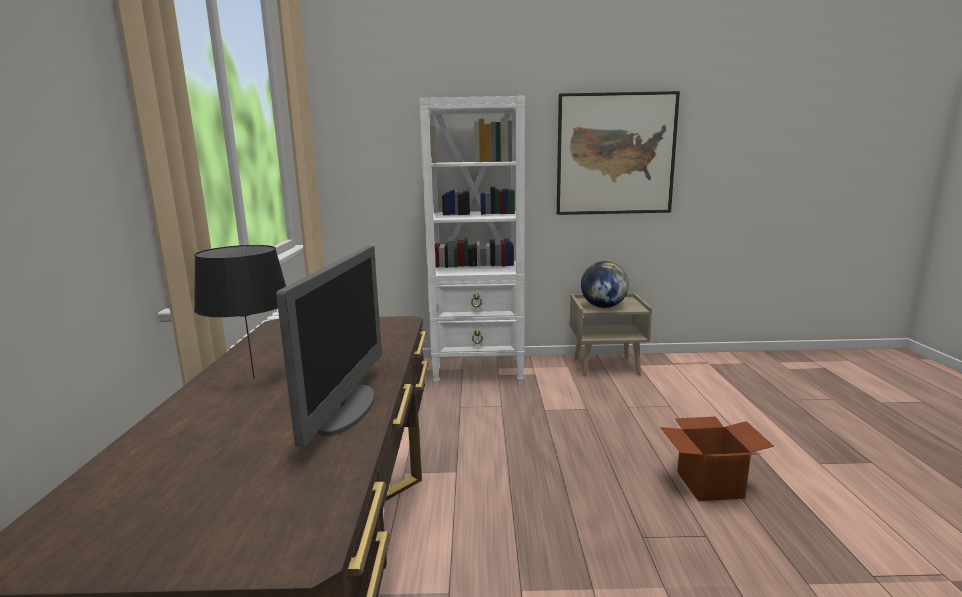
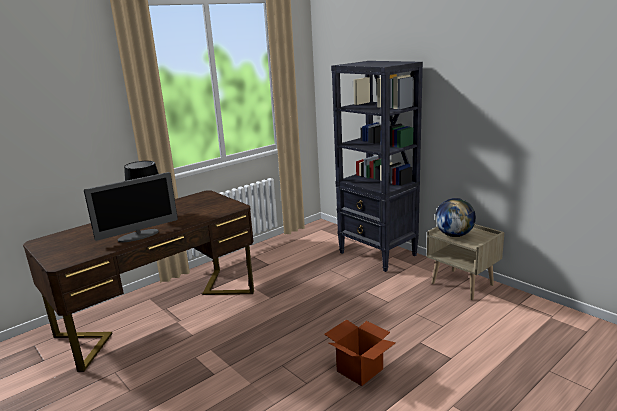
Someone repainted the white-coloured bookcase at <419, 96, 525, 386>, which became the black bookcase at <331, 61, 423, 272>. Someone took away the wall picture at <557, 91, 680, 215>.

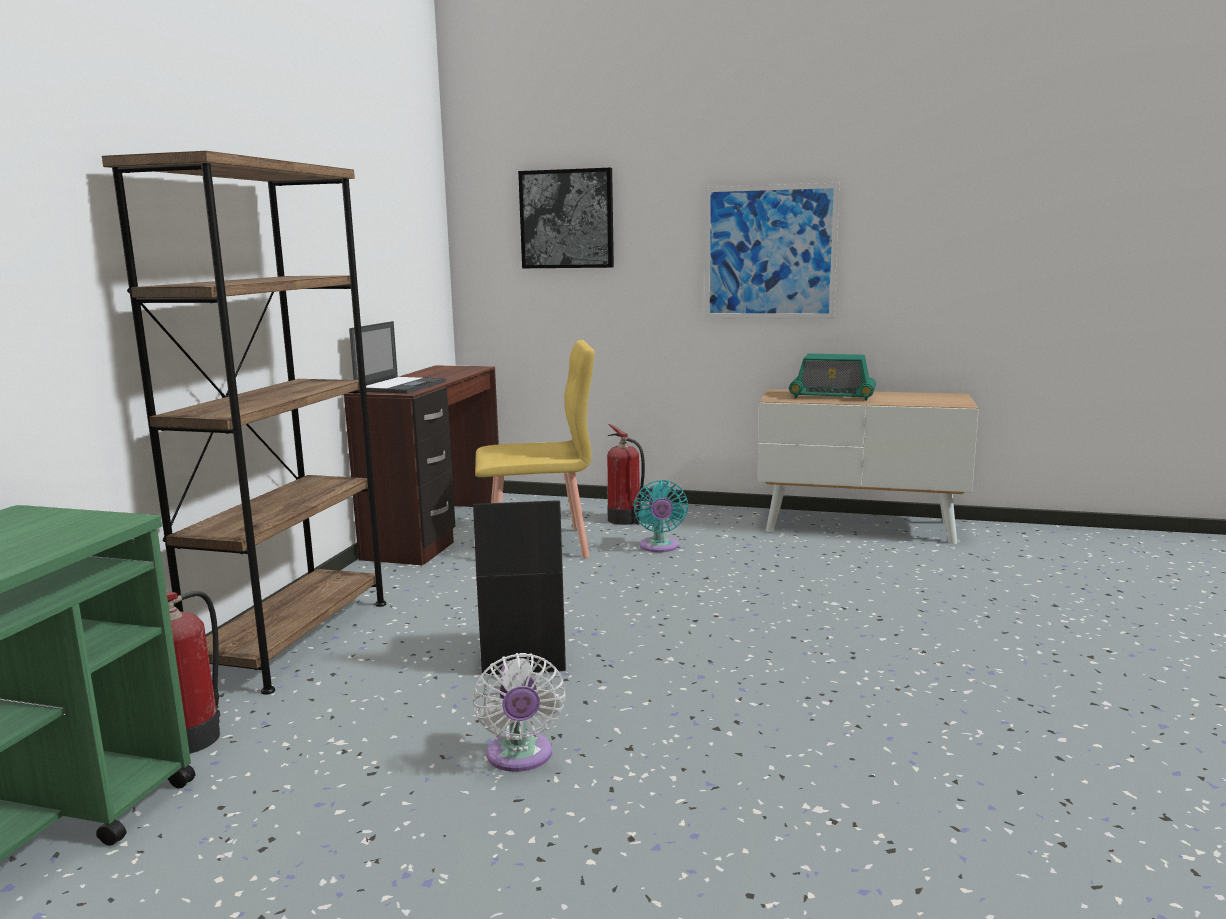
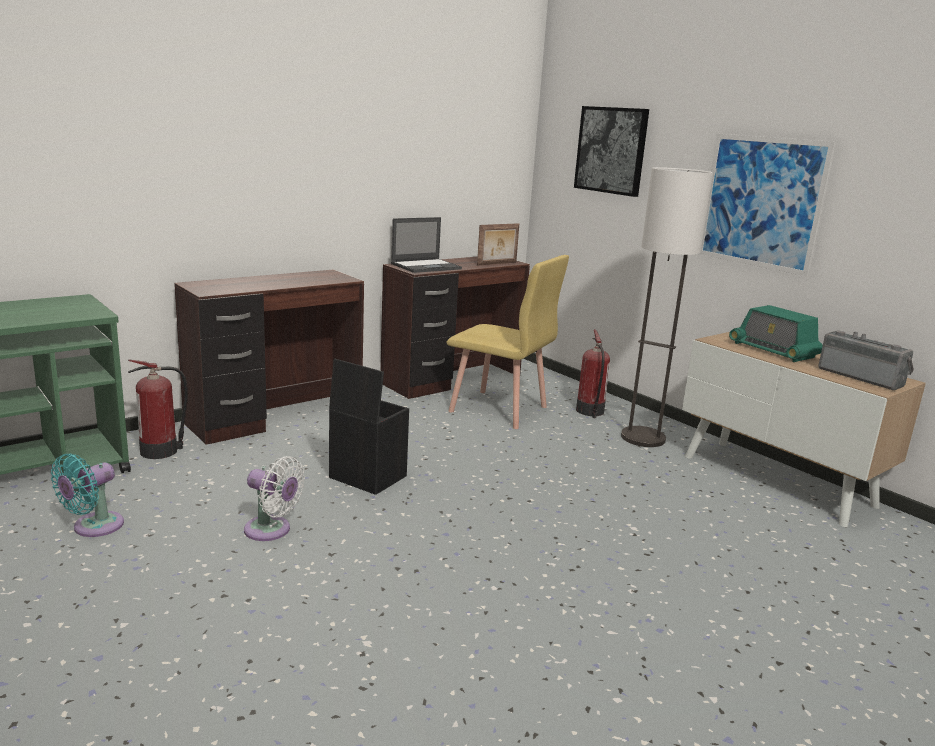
Someone carried the blue-green cooling fan from <634, 480, 688, 552> to <51, 454, 124, 537>. Someone swapped the brown-coloured bookcase at <102, 151, 386, 695> for the brown-coloured desk at <174, 270, 364, 445>. Someone rotated the white-coloured cooling fan at <472, 653, 566, 772> by 90 degrees counterclockwise. Someone put down the picture frame at <477, 223, 519, 266>. Someone put down the floor lamp at <621, 167, 713, 447>. Someone put down the radio set at <818, 331, 914, 390>.

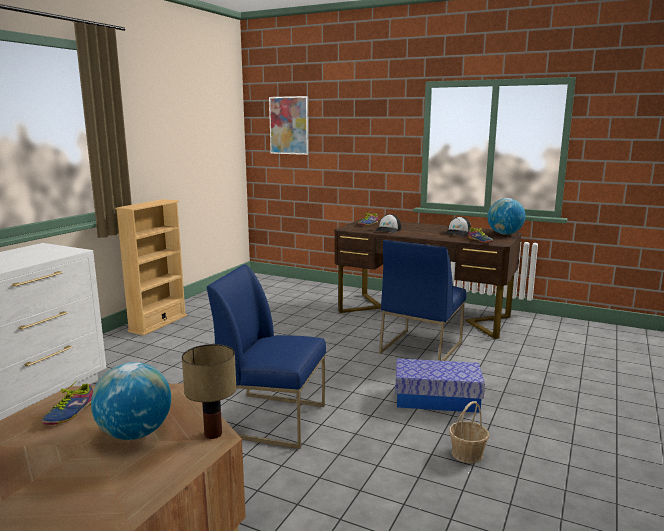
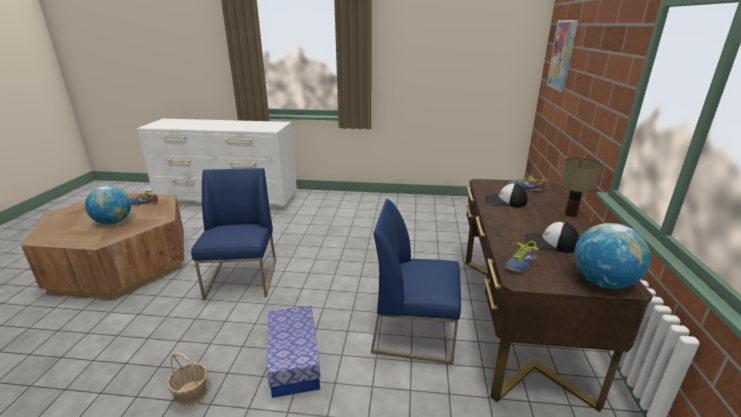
Someone carried the table lamp from <182, 344, 236, 439> to <560, 158, 602, 217>. Someone took away the beige-coloured bookcase at <115, 199, 187, 336>.

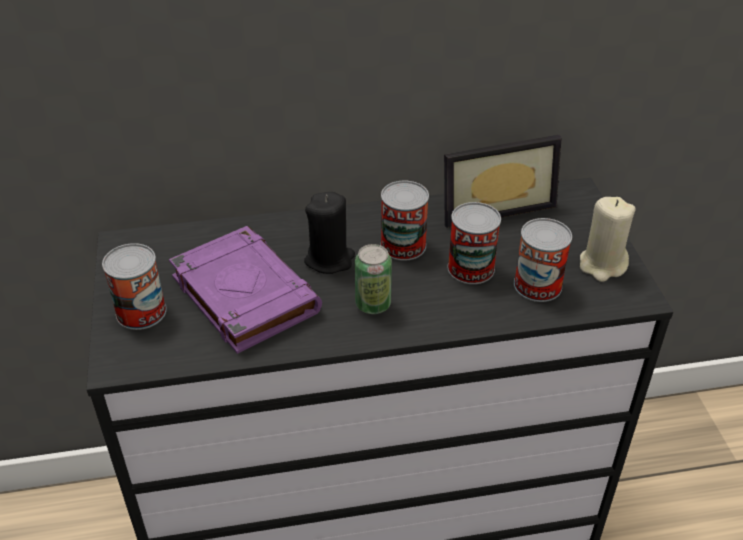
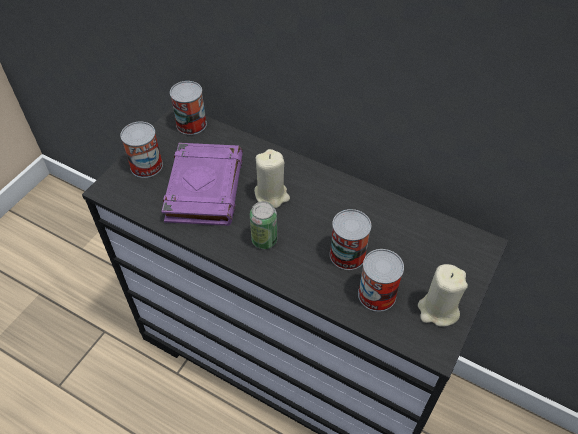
Someone carried the metal can from <381, 180, 429, 261> to <170, 81, 207, 135>. Someone repainted the black candle at <304, 192, 355, 274>, which became the beige-coloured candle at <254, 149, 290, 208>. Someone took away the picture frame at <444, 135, 562, 228>.

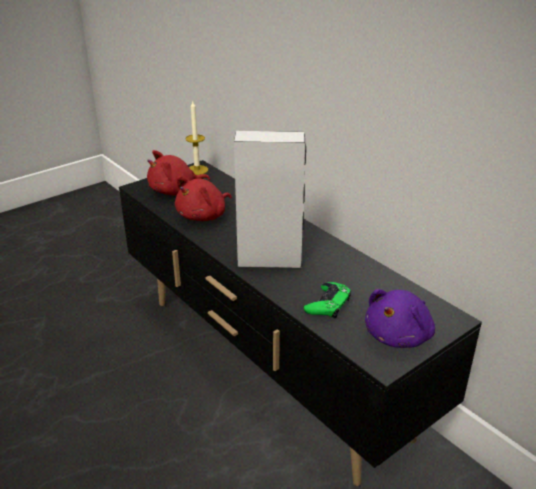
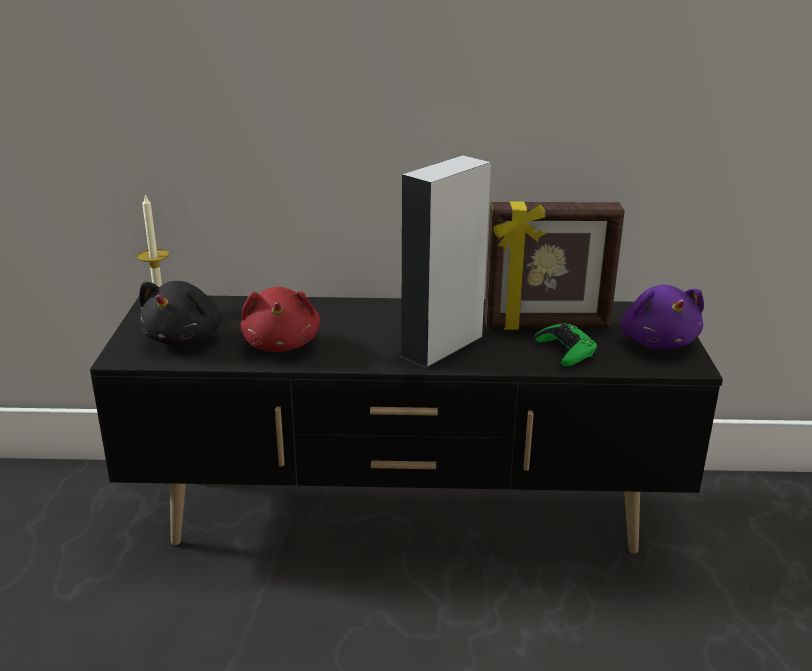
Someone repainted the red-coloured cuddly toy at <147, 150, 210, 195>, which became the black cuddly toy at <139, 281, 221, 345>. Someone put down the picture frame at <484, 202, 625, 330>.

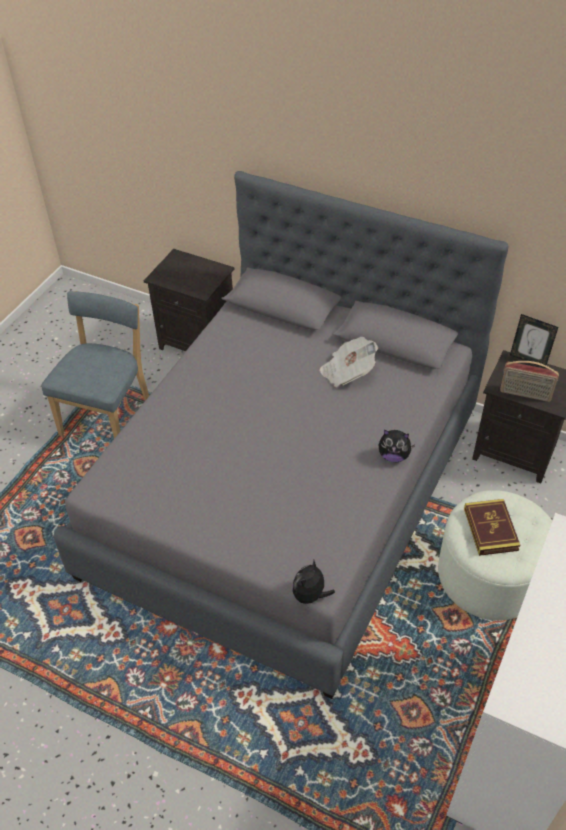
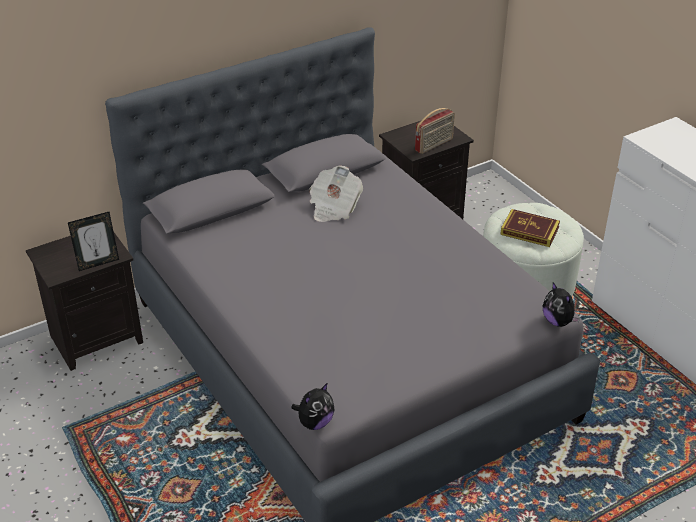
Someone carried the picture frame from <510, 314, 558, 368> to <68, 212, 119, 271>. Someone carried the cuddly toy from <379, 430, 415, 462> to <291, 383, 335, 430>. Someone took away the bluish upright chair at <41, 291, 149, 438>.

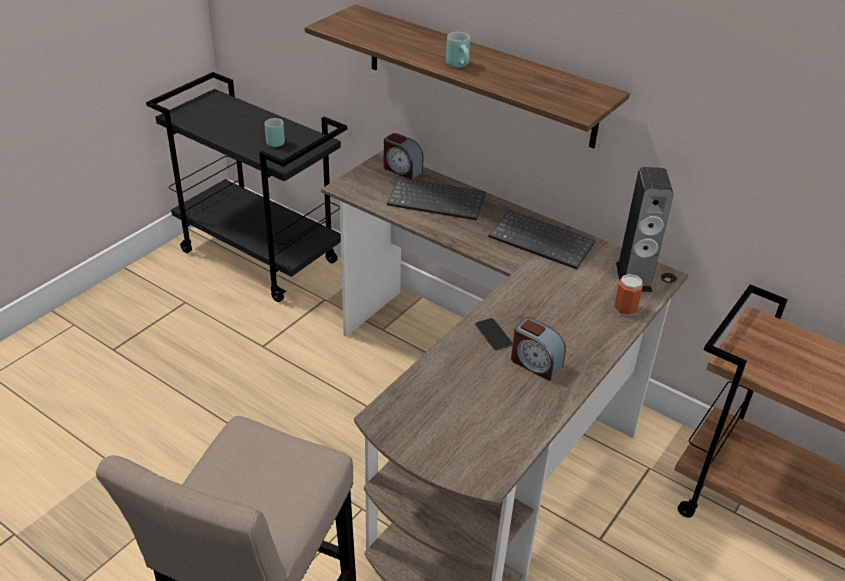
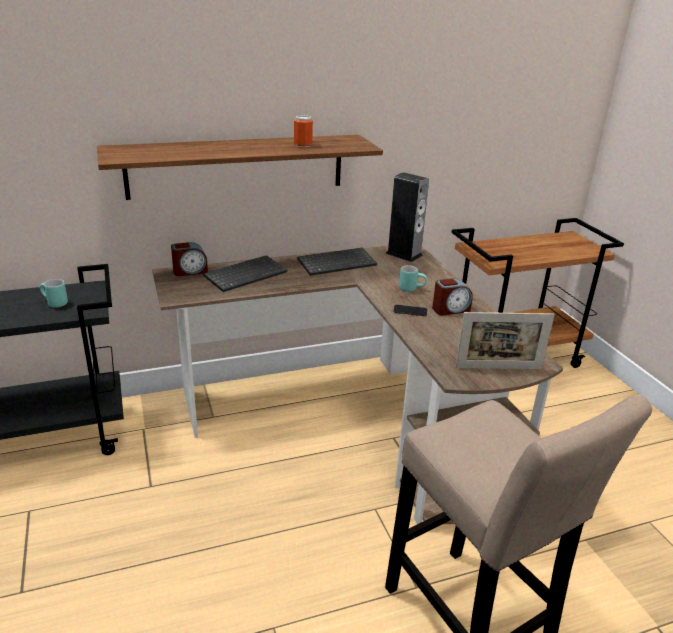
Someone carried the metal can from <614, 274, 643, 316> to <294, 116, 313, 147>. Someone carried the blue-green coffee mug from <446, 32, 470, 68> to <399, 265, 427, 292>. Someone put down the picture frame at <455, 312, 555, 369>.

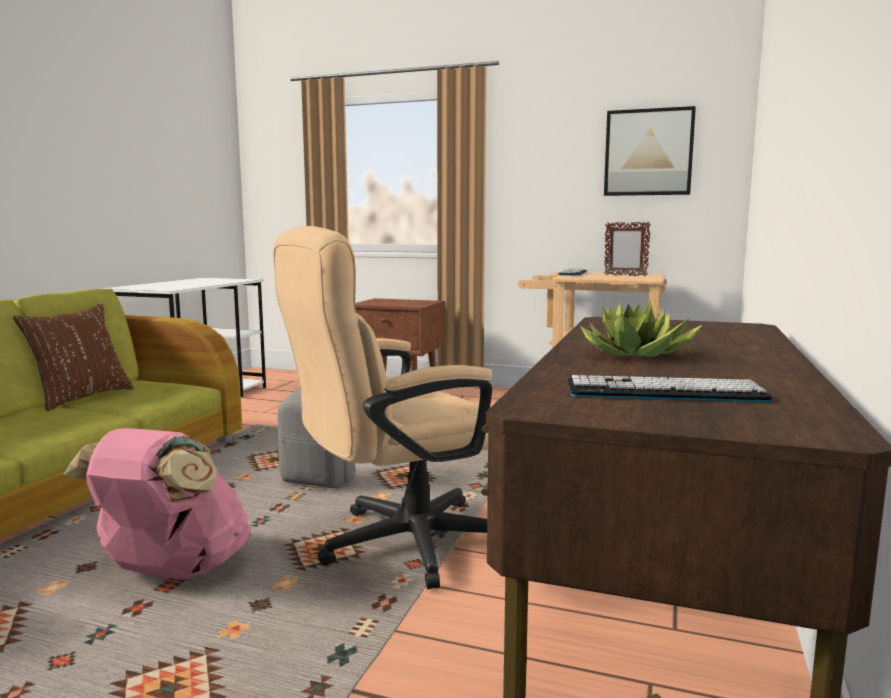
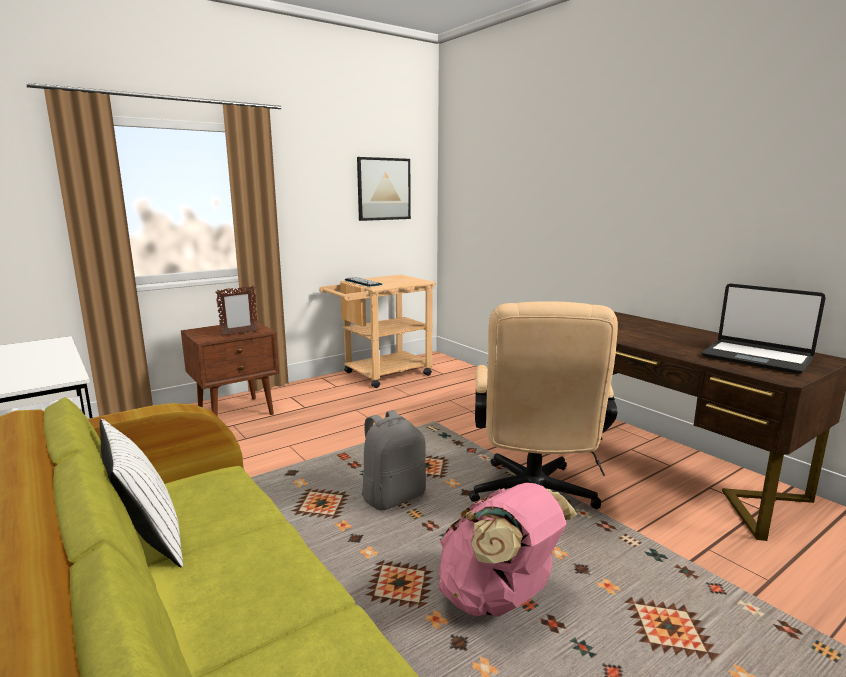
Someone repainted the brown-coloured pillow at <13, 304, 134, 411>, which became the white-coloured pillow at <100, 419, 183, 567>. Someone carried the picture frame from <604, 222, 651, 276> to <215, 286, 258, 336>. Someone swapped the computer keyboard at <567, 375, 773, 402> for the laptop at <701, 284, 826, 374>. Someone took away the houseplant at <580, 300, 702, 357>.

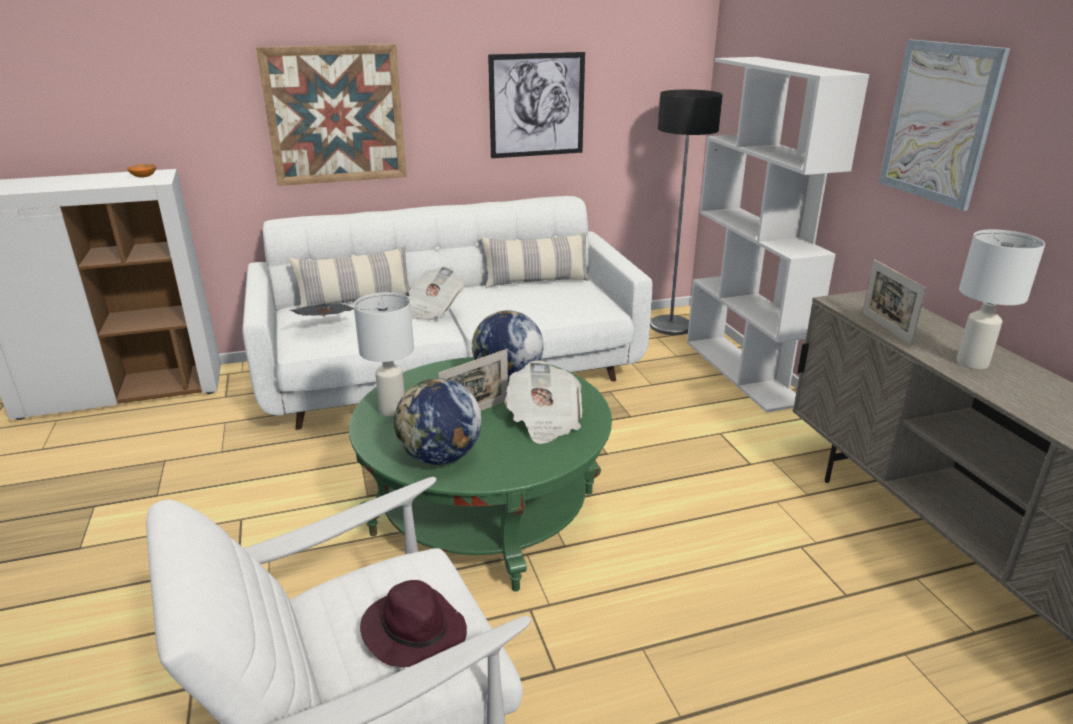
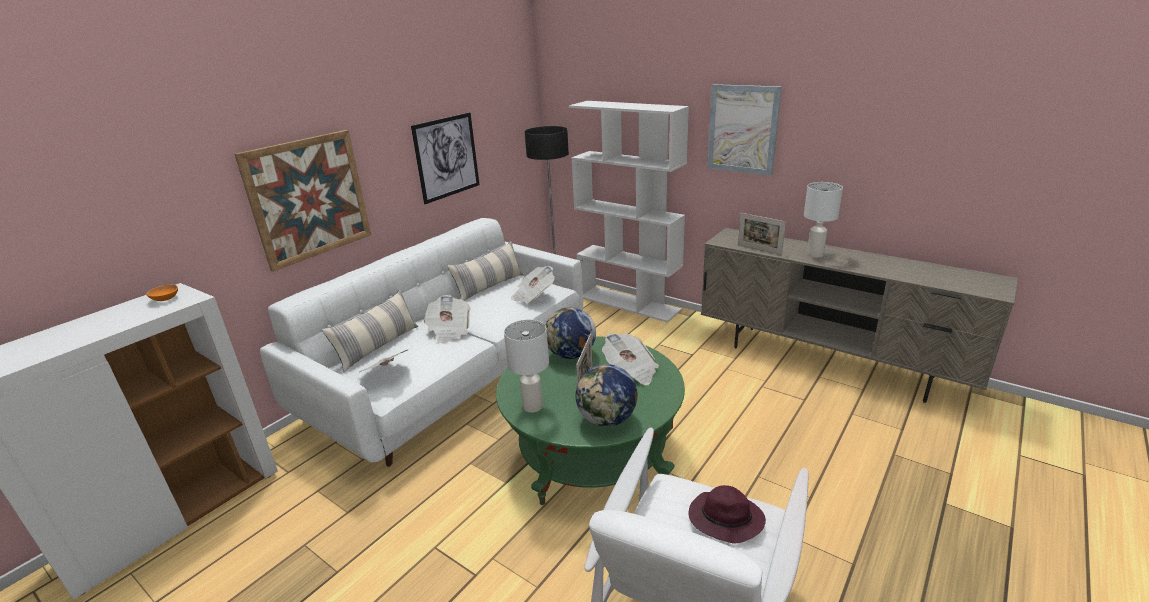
Someone put down the newspaper at <511, 266, 555, 303>.

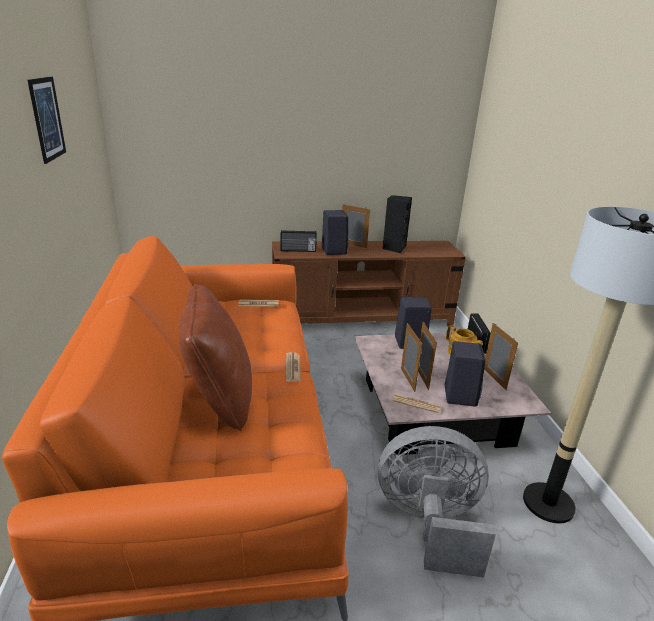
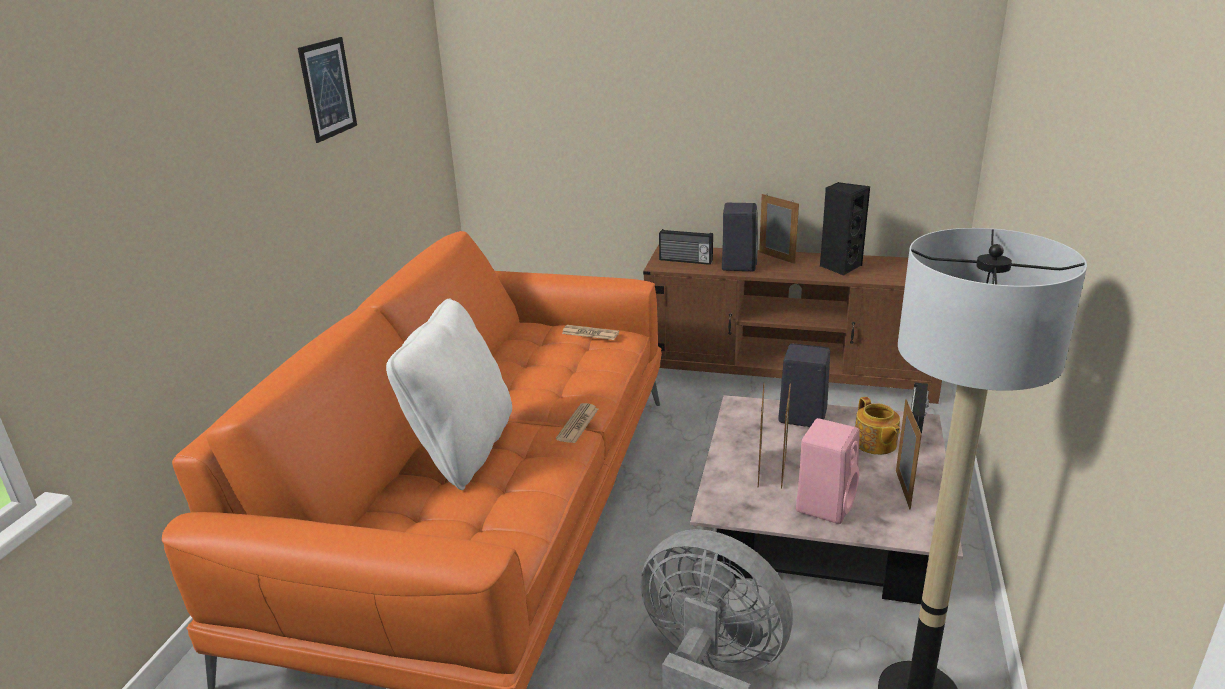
Someone repainted the brown-coloured pillow at <179, 284, 252, 431>, which became the white-coloured pillow at <386, 298, 512, 490>. Someone repainted the black loudspeaker at <445, 341, 485, 407>, which became the pinkish loudspeaker at <796, 418, 859, 524>. Someone took away the newspaper at <392, 394, 441, 413>.

